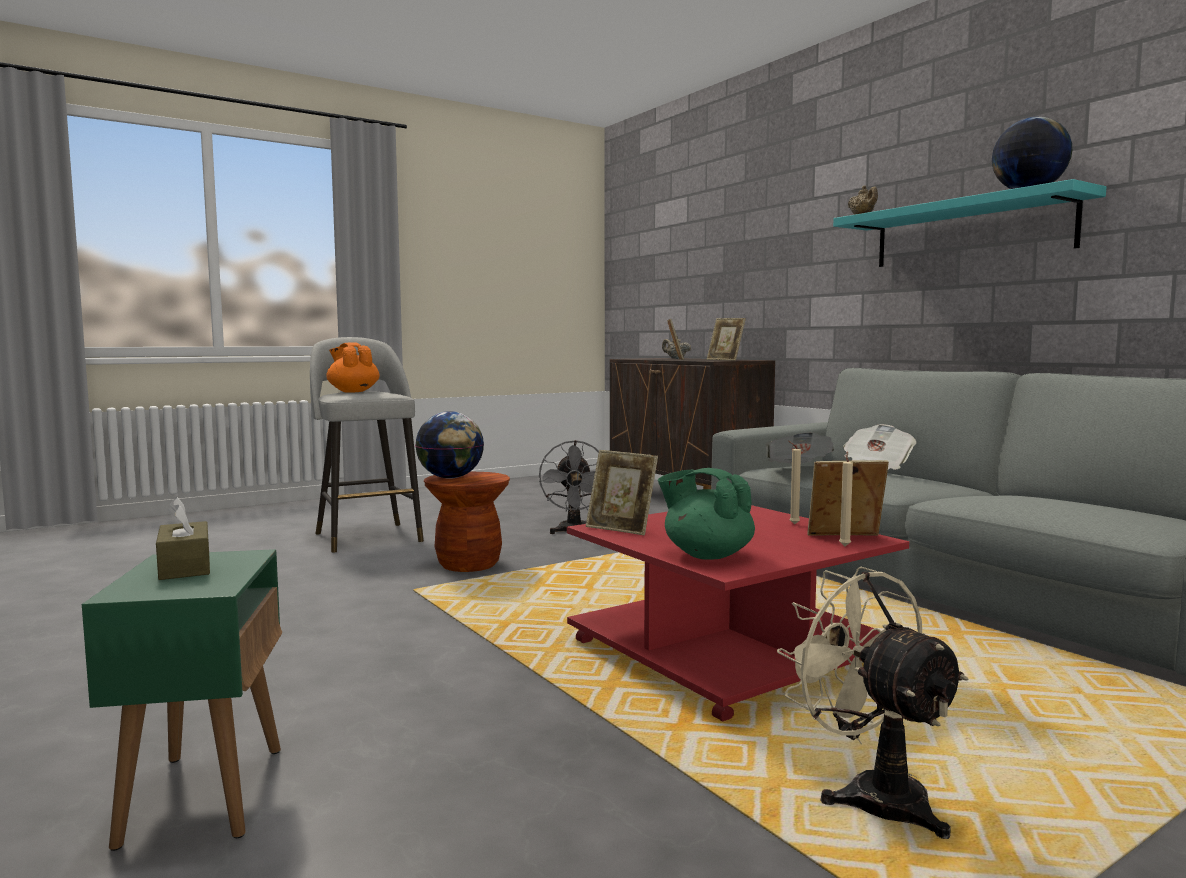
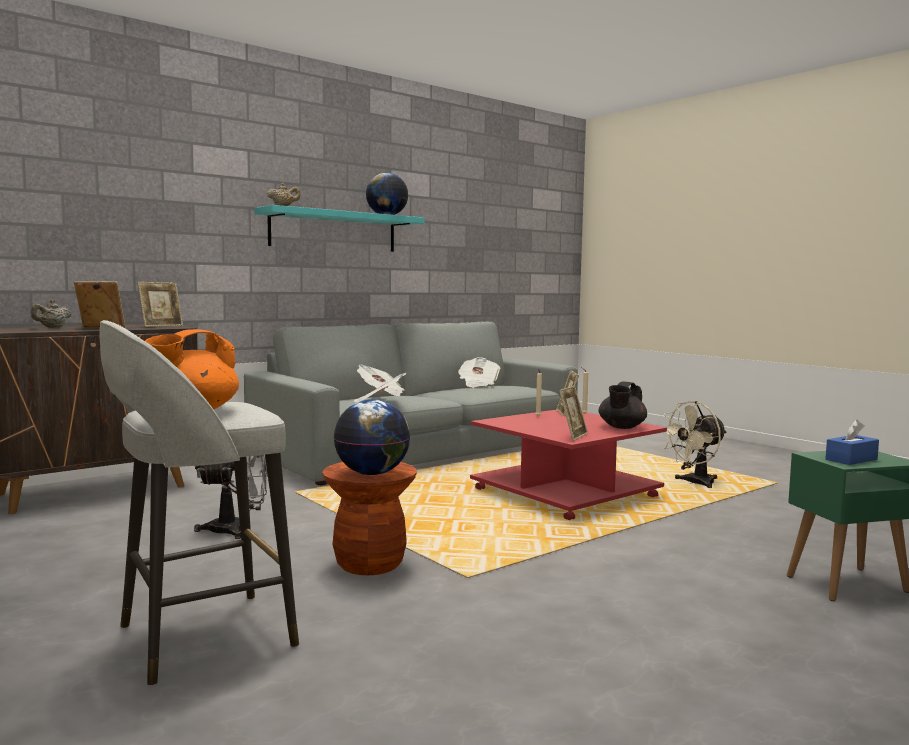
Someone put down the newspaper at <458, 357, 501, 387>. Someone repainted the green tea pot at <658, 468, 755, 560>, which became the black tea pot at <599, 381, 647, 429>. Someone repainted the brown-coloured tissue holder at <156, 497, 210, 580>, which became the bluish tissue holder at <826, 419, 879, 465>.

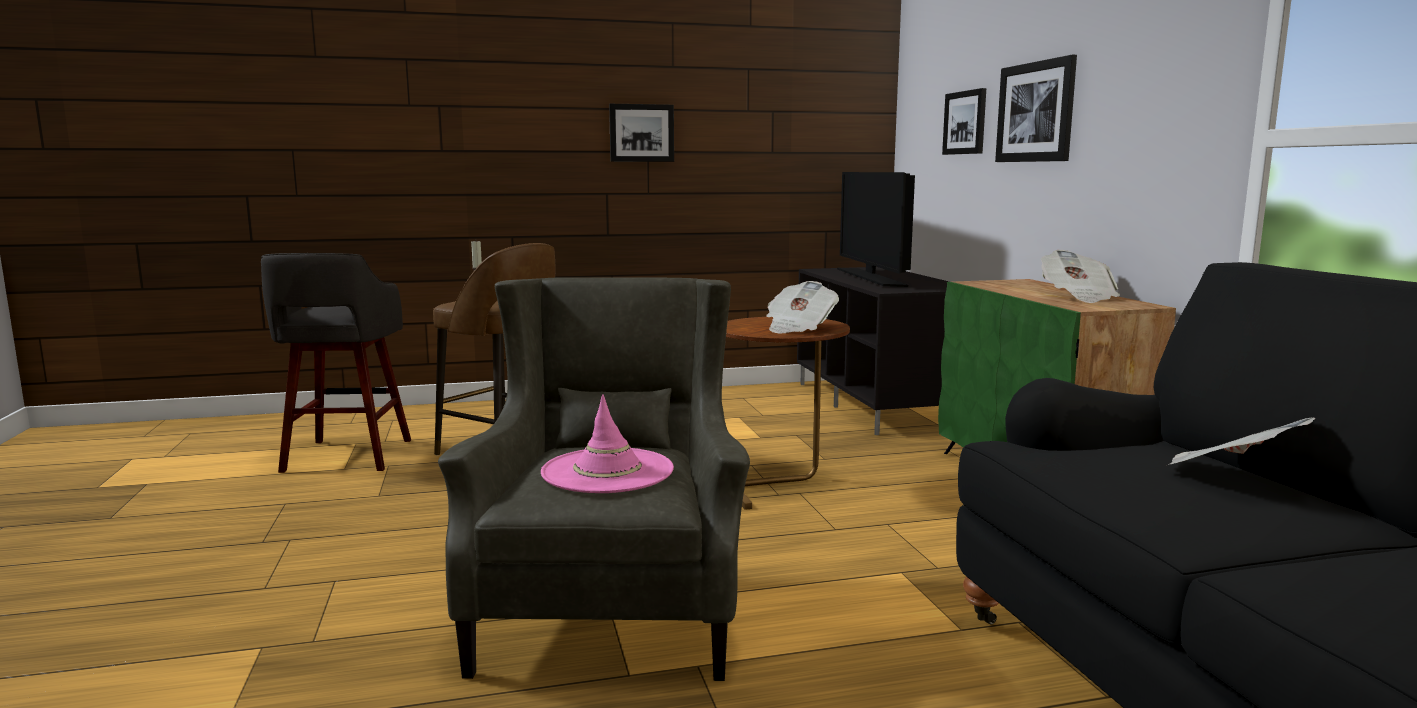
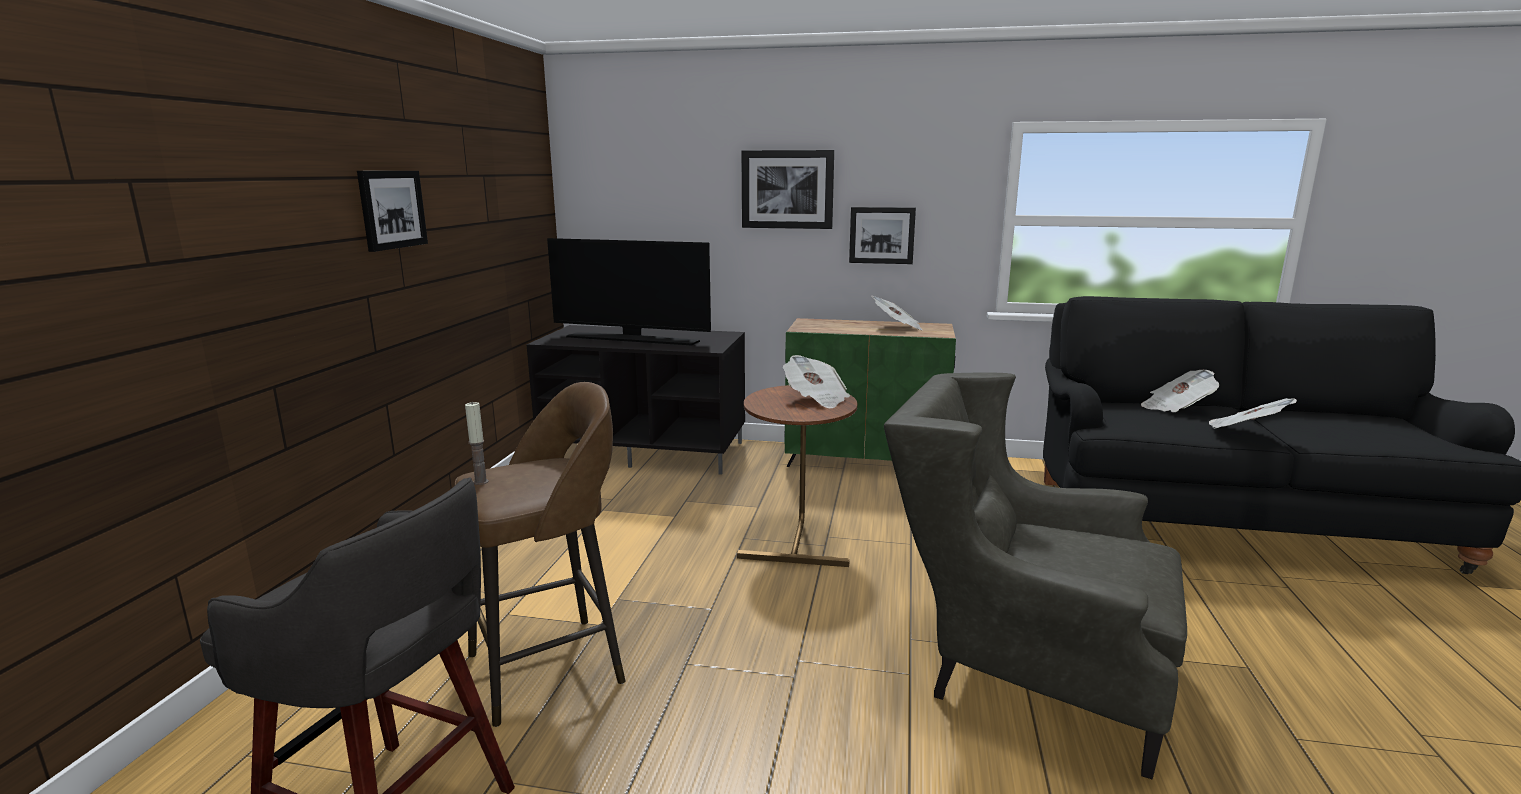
Someone carried the wall picture from <942, 88, 986, 155> to <849, 207, 916, 264>. Someone put down the newspaper at <1209, 398, 1297, 429>. Someone took away the pinkish hat at <541, 394, 674, 493>.

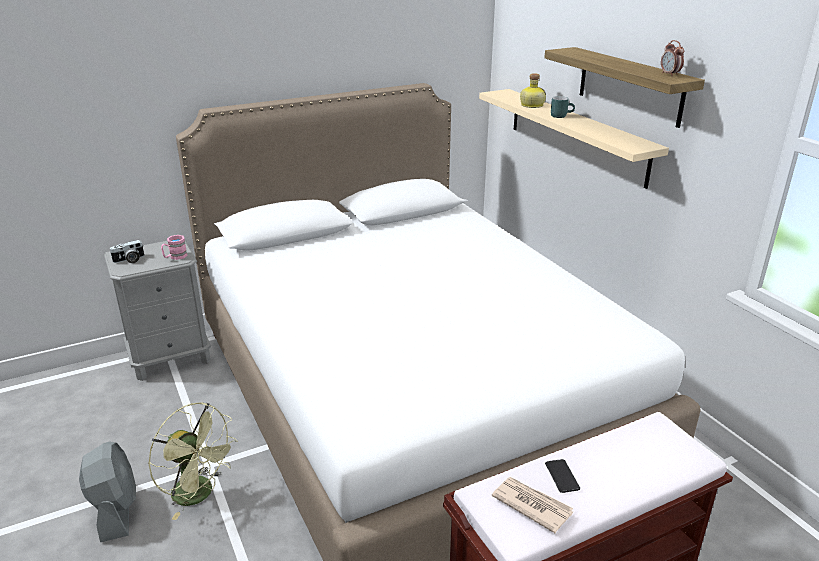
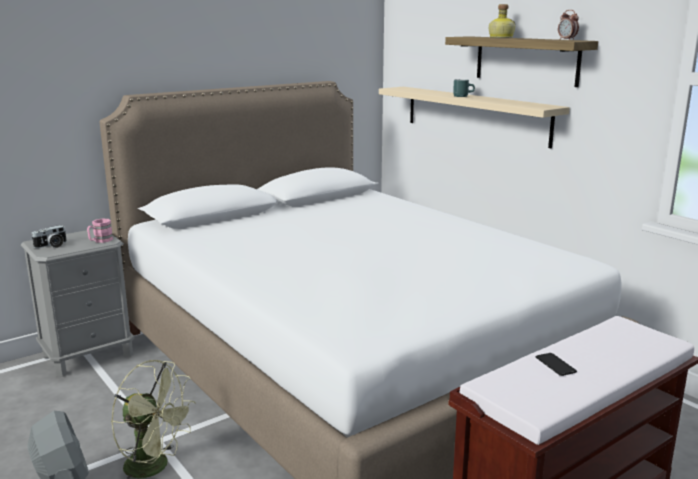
Someone carried the bottle from <520, 73, 546, 108> to <489, 4, 516, 38>. Someone took away the newspaper at <492, 477, 573, 533>.

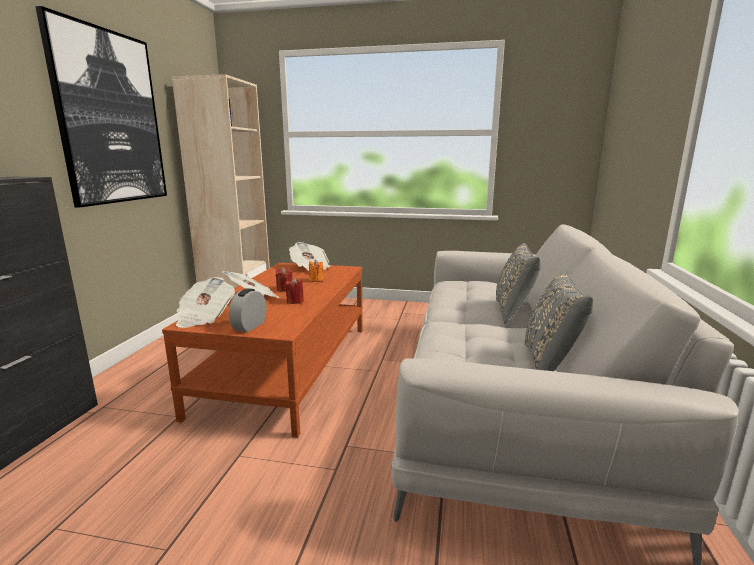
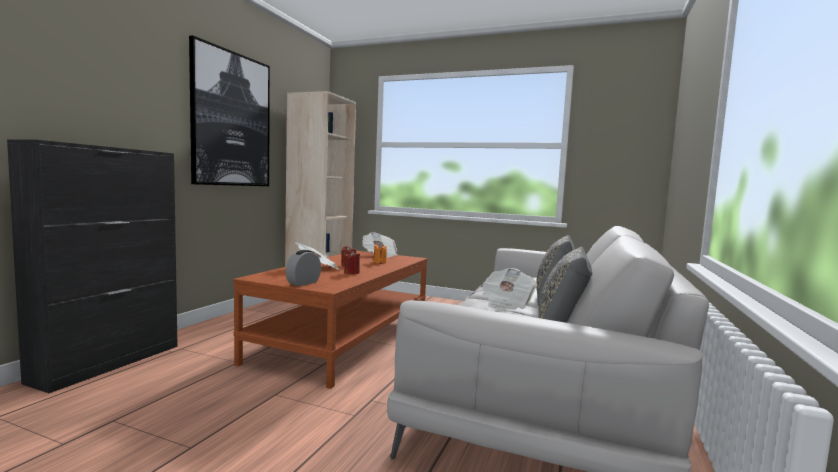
Someone carried the newspaper from <176, 277, 235, 328> to <482, 268, 537, 310>.

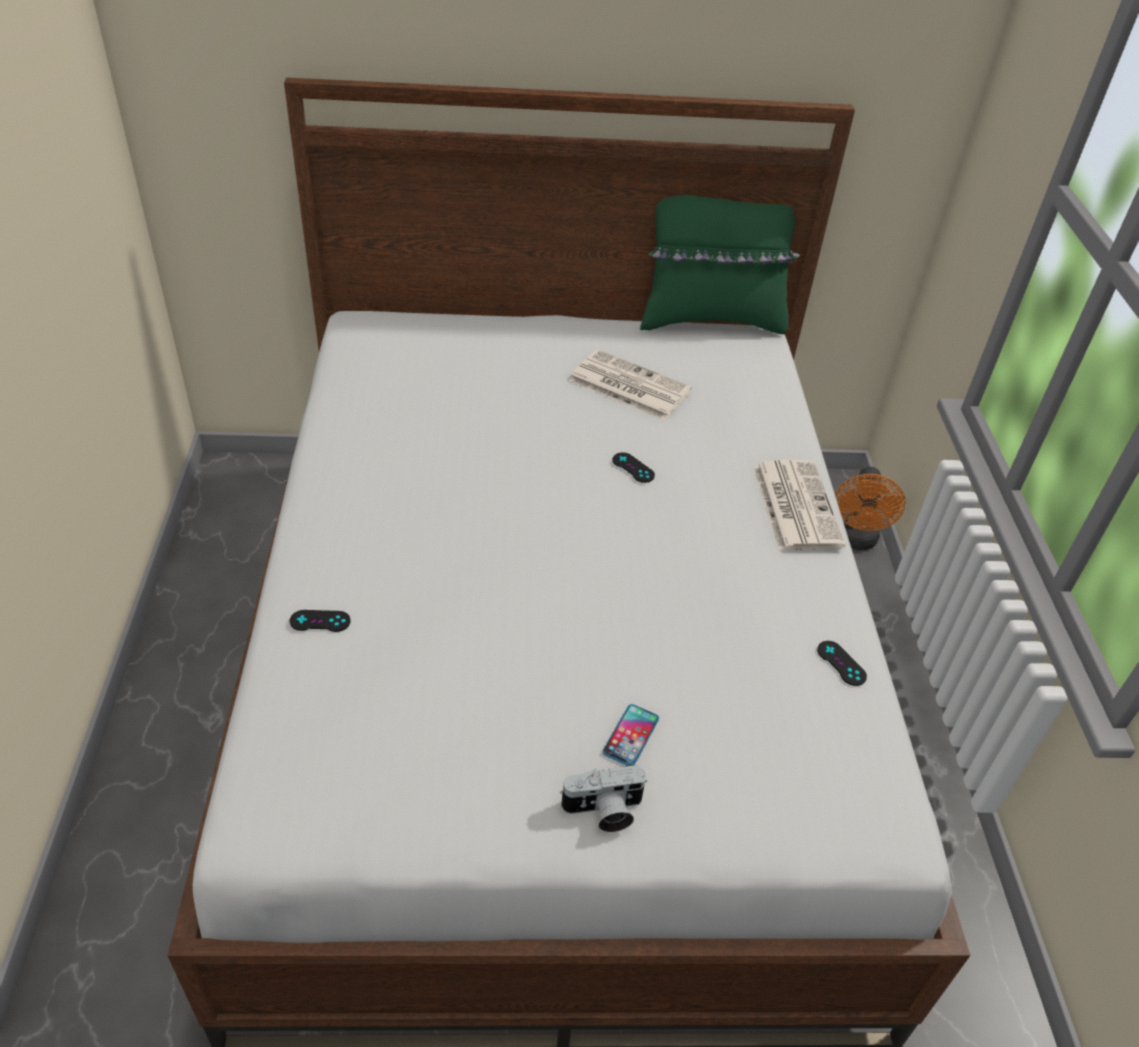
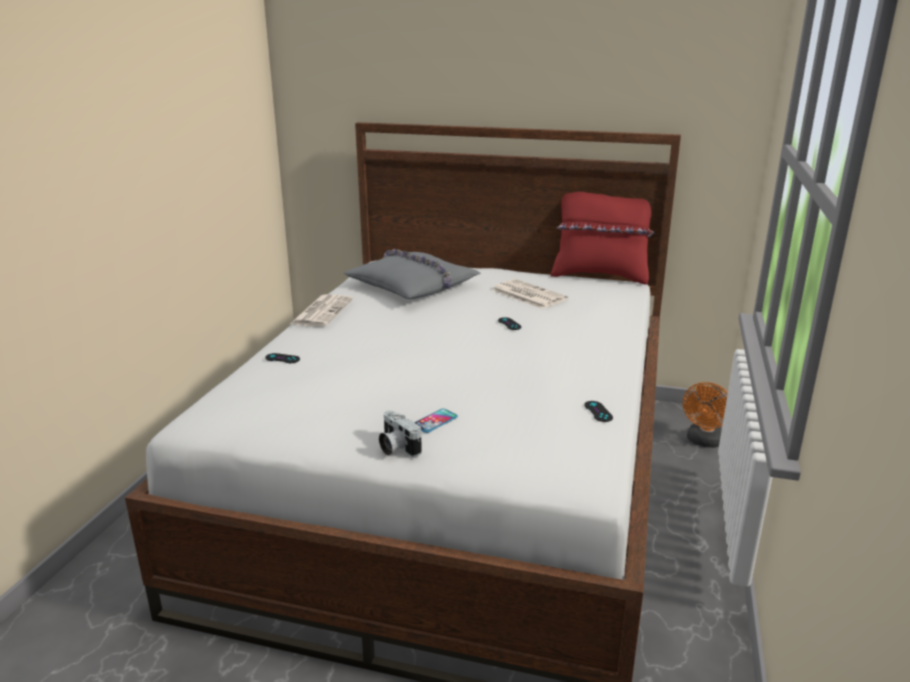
Someone carried the newspaper from <753, 460, 845, 550> to <290, 294, 353, 327>. Someone put down the grey pillow at <344, 249, 481, 299>. Someone rotated the photo camera at <560, 764, 647, 832> by 45 degrees clockwise. Someone repainted the green pillow at <640, 195, 800, 334>, which became the red-coloured pillow at <551, 192, 654, 285>.

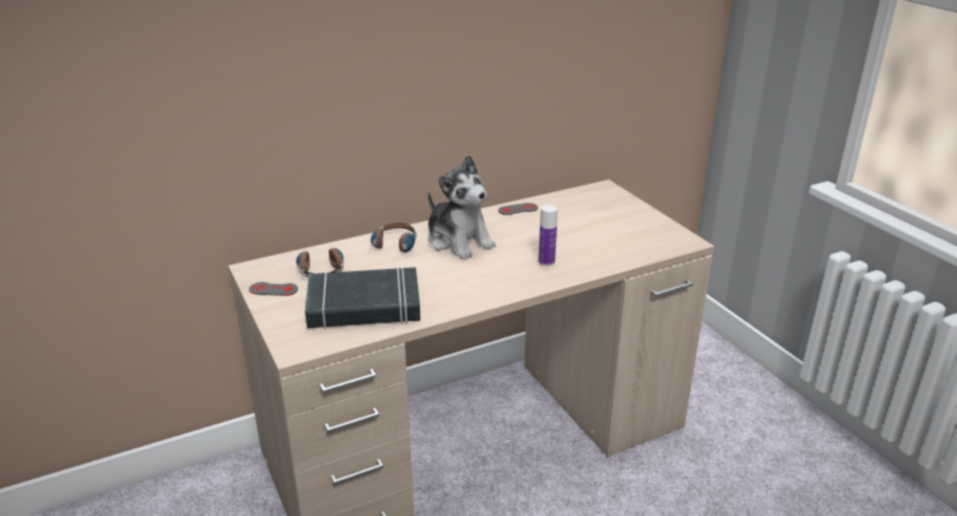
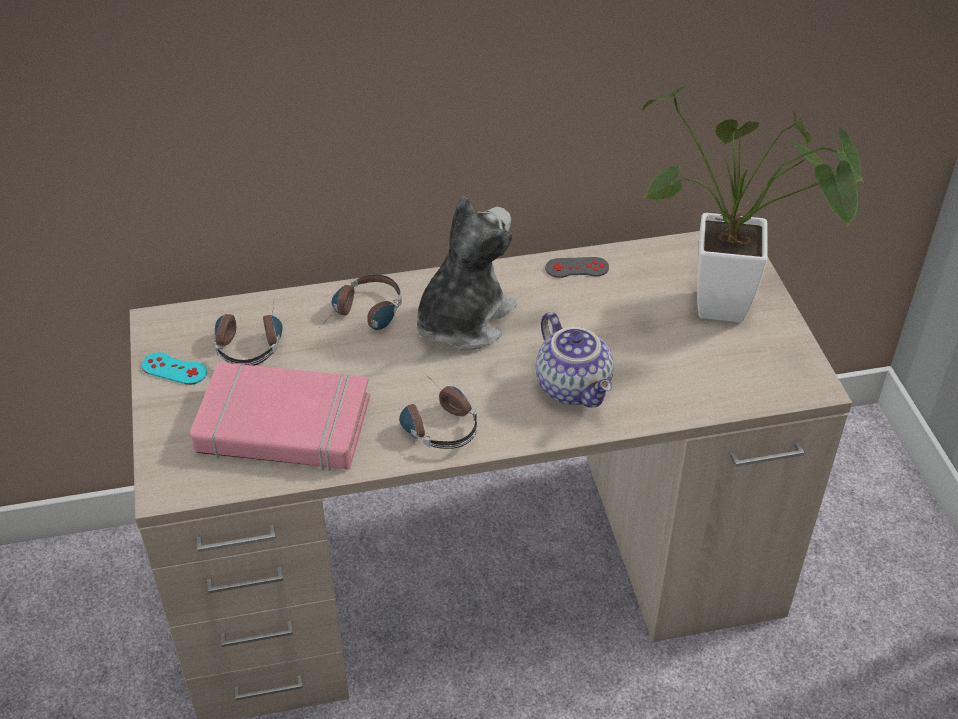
Someone repainted the grey gamepad at <249, 282, 298, 296>, which became the blue-green gamepad at <141, 352, 207, 385>. Someone repainted the black book at <305, 267, 420, 329>, which became the pinkish book at <190, 362, 370, 471>. Someone put down the headset at <399, 373, 478, 449>. Someone rotated the cuddly toy at <428, 155, 496, 260> by 120 degrees counterclockwise. Someone swapped the bottle at <539, 205, 557, 266> for the tea pot at <536, 312, 614, 408>. Someone put down the houseplant at <641, 86, 863, 322>.

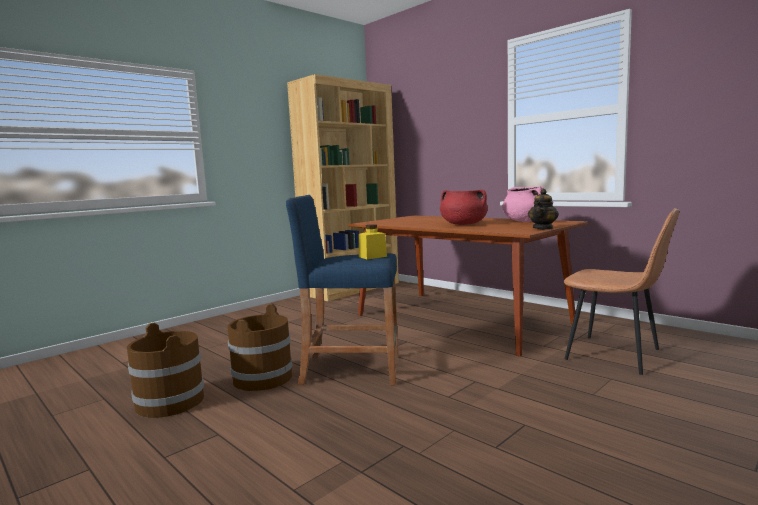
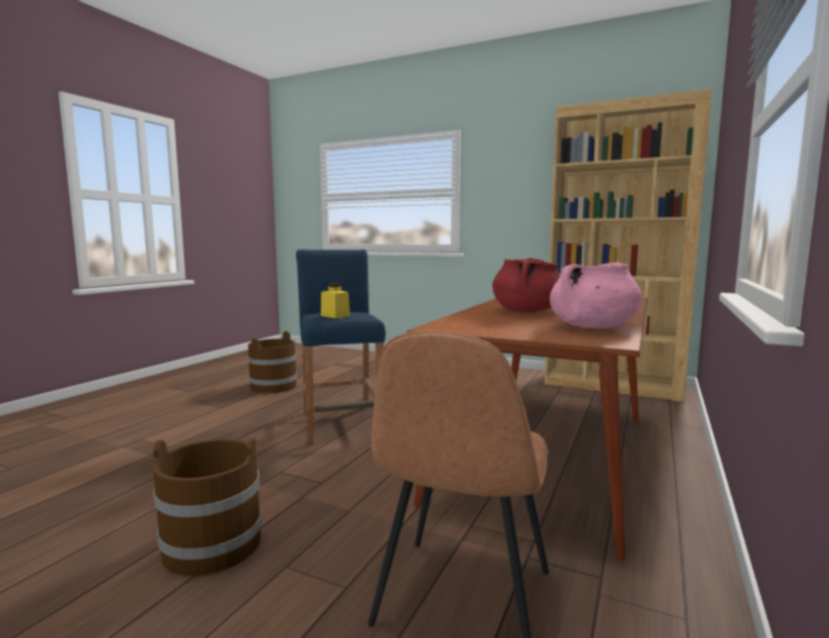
Someone carried the brown-coloured bucket from <227, 304, 292, 391> to <153, 438, 262, 576>. Someone took away the tea pot at <528, 189, 559, 230>.

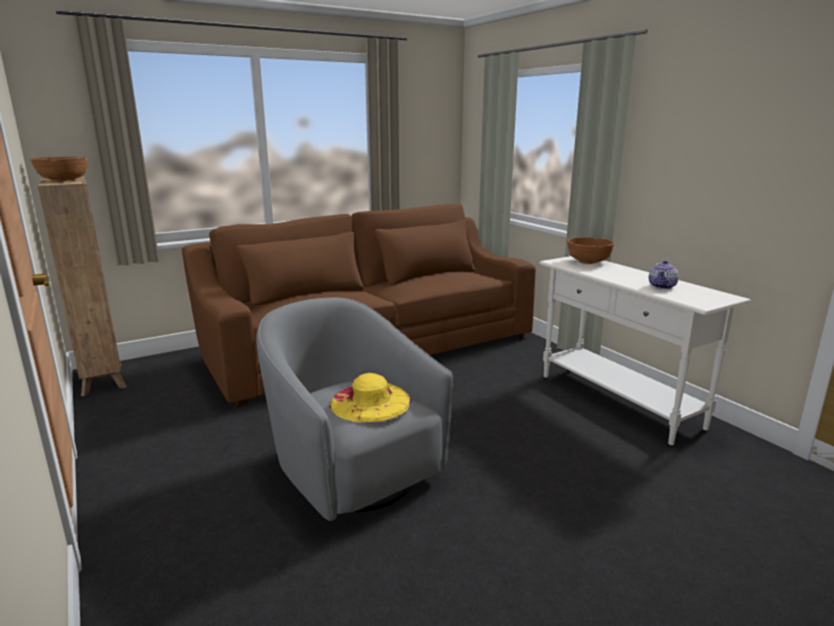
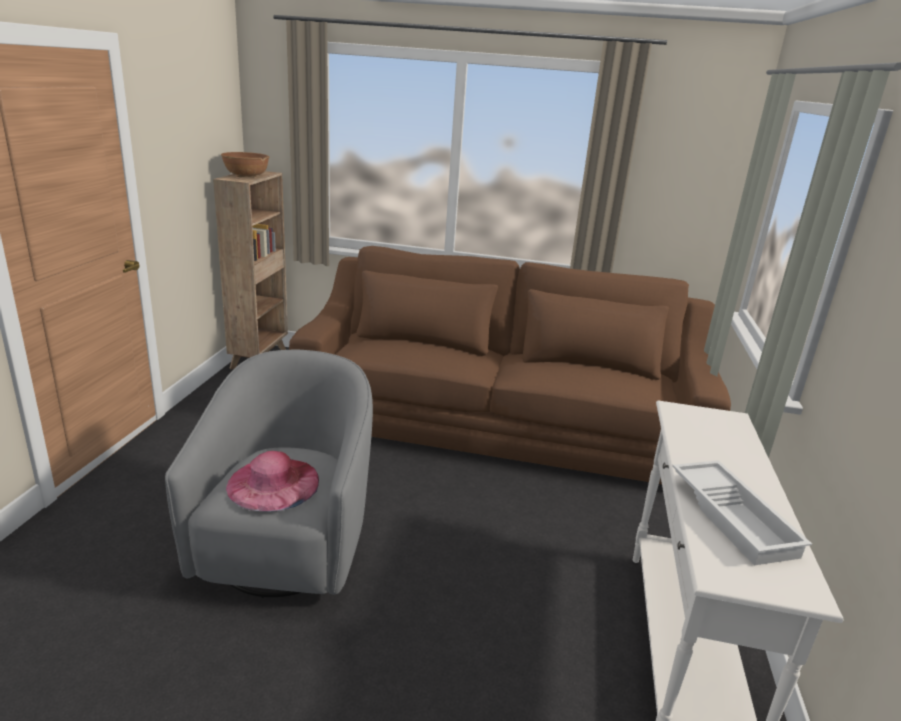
Someone repainted the yellow hat at <330, 373, 412, 423>, which became the pinkish hat at <226, 451, 319, 512>. Someone swapped the tea pot at <649, 260, 679, 289> for the white-coloured tray at <672, 460, 812, 565>. Someone took away the brown-coloured serving bowl at <567, 237, 615, 264>.

